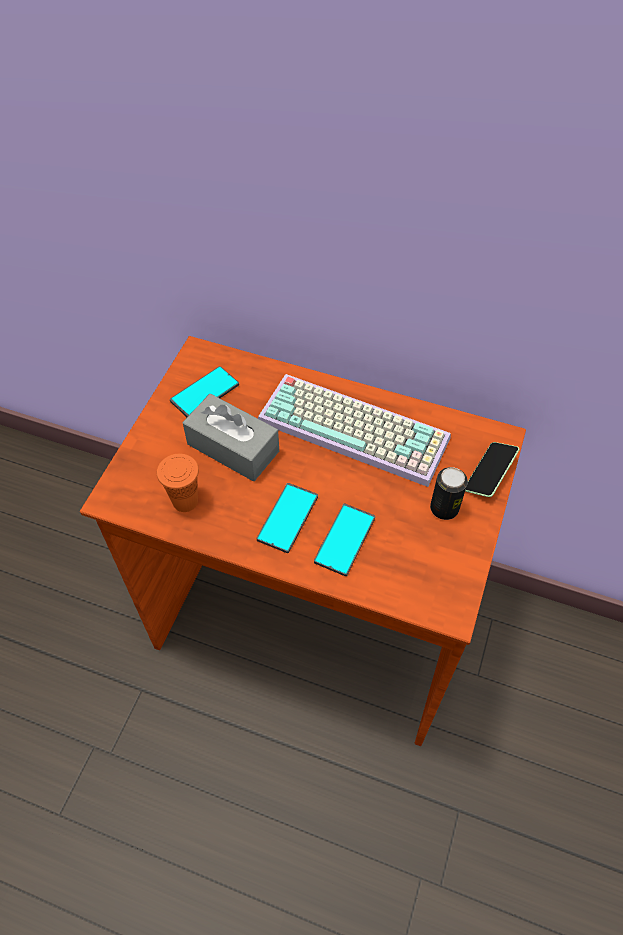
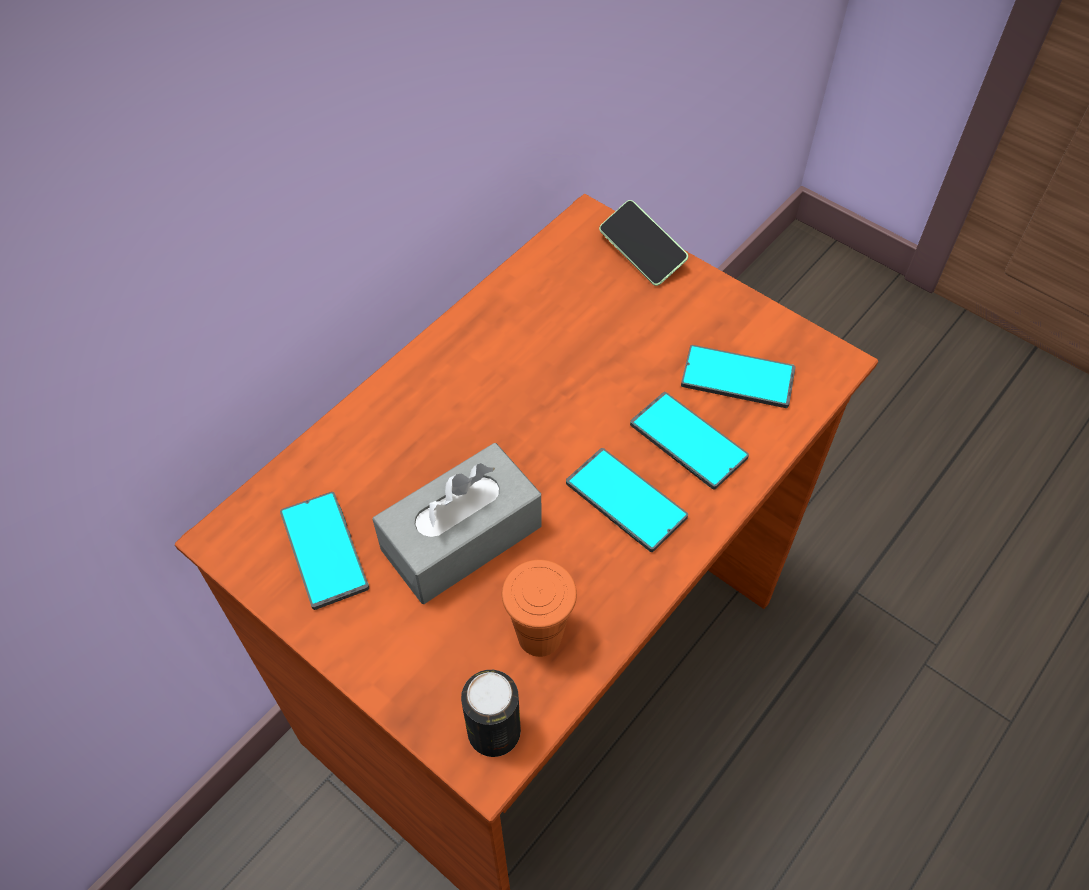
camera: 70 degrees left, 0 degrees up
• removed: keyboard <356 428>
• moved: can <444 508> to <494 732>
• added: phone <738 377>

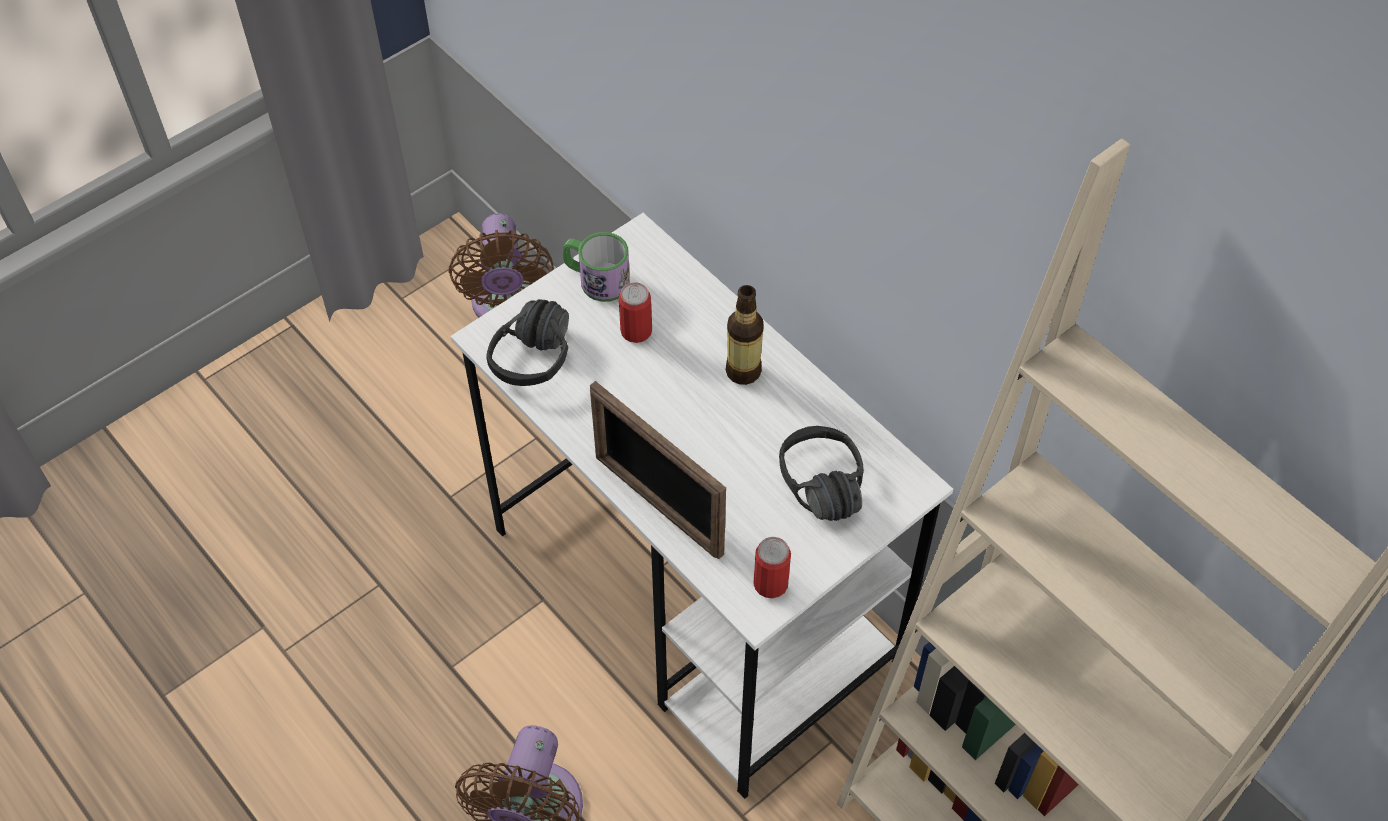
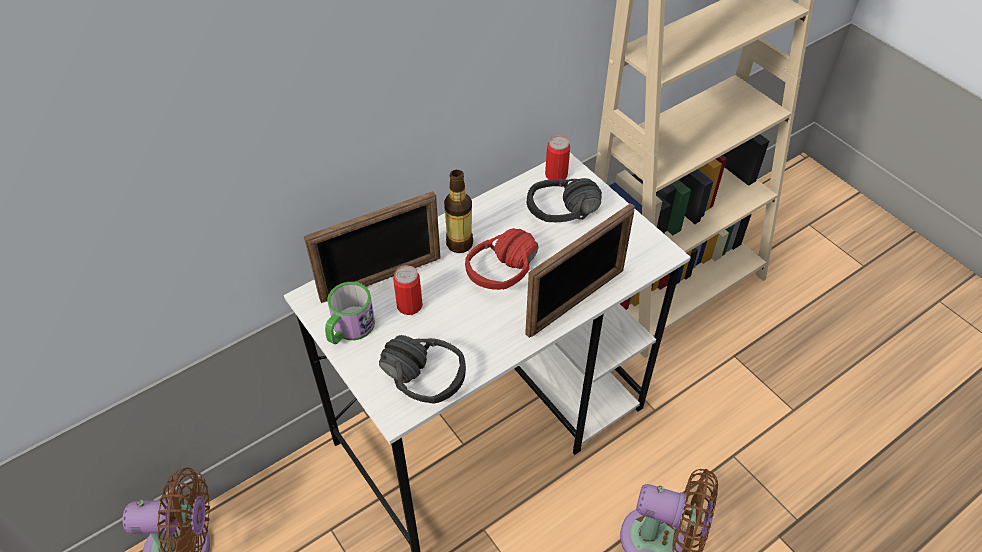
camera: 85 degrees left, 5 degrees down
• moved: can <770 583> to <556 175>
• added: picture frame <381 279>
• added: red headphones <512 276>

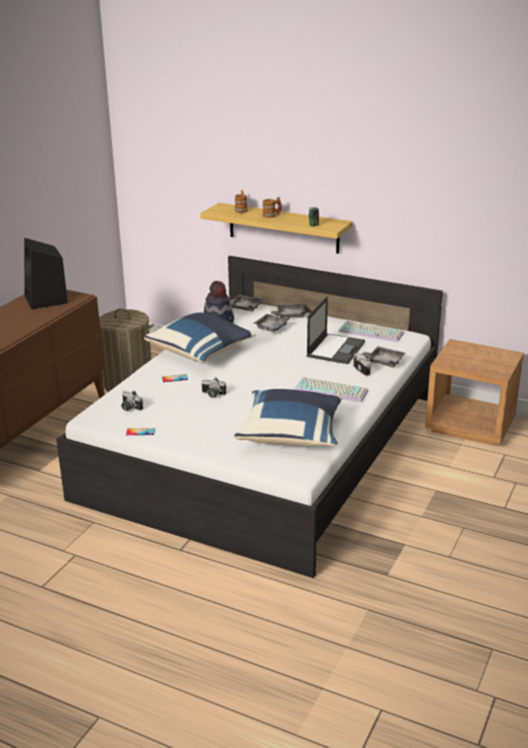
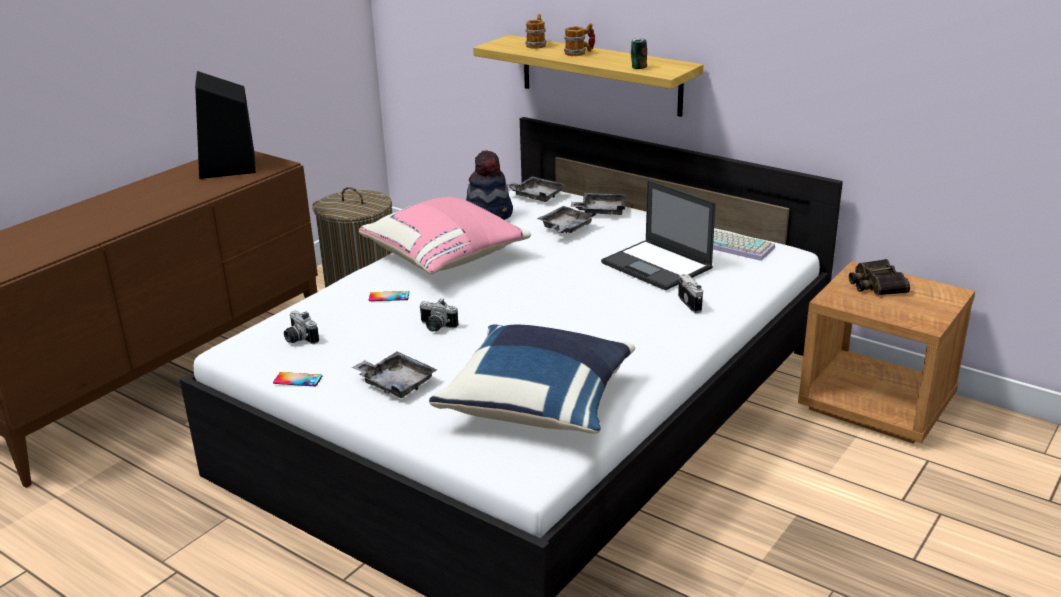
camera: 10 degrees right, 0 degrees up
• turned: laptop <336 349> = <657 266> 105 degrees clockwise
• recoloured: blue pillow <201 352> to pink pillow <446 258>
• moved: grey tray <383 361> to <396 383>
• removed: keyboard <332 390>
• added: binoculars <875 284>

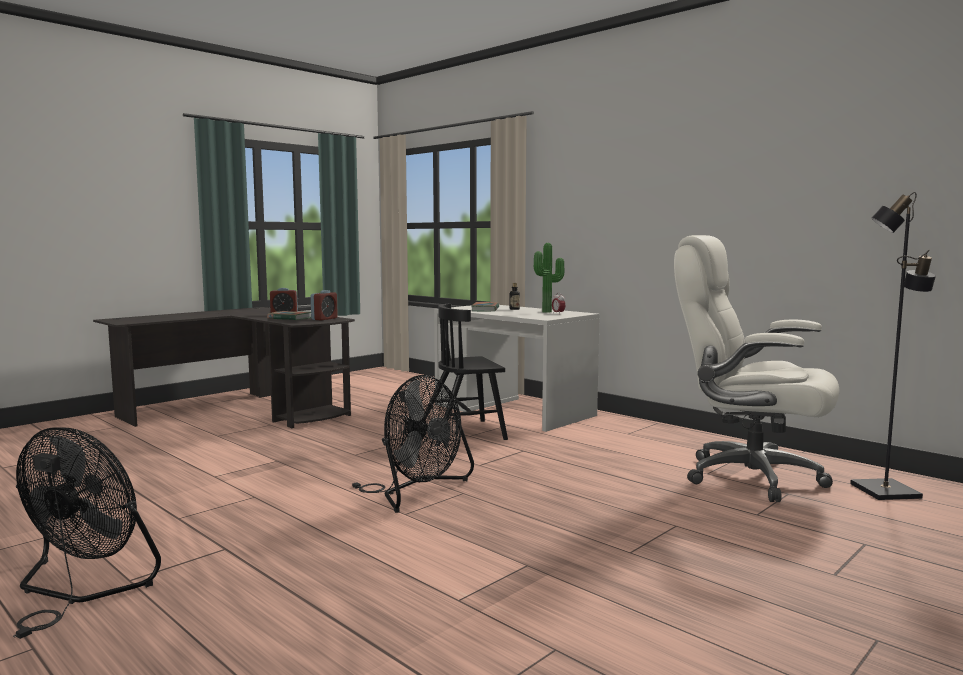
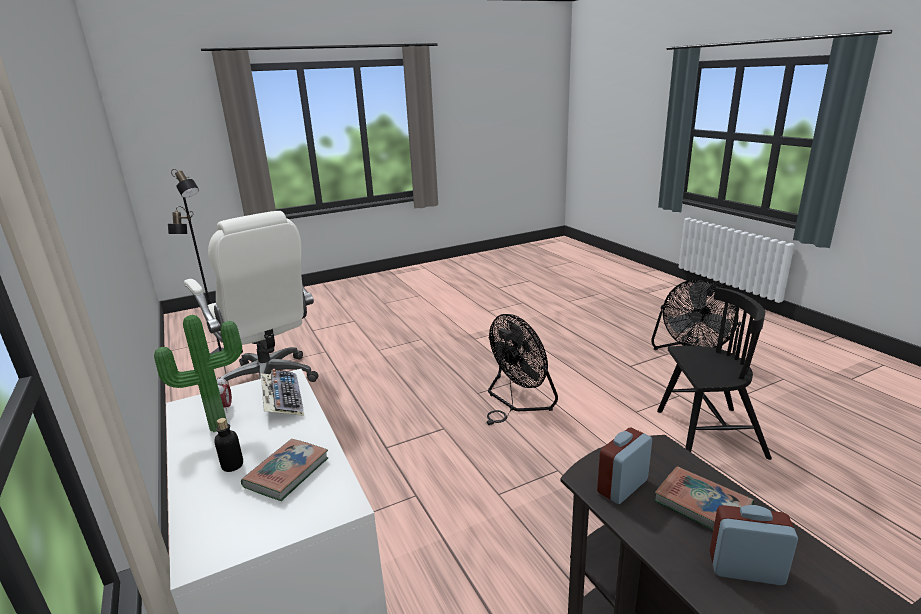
camera: 160 degrees left, 15 degrees up
• moved: black chair <466 432> to <704 433>
• turned: black fan <413 492> = <512 399> 90 degrees clockwise
• added: keyboard <282 399>

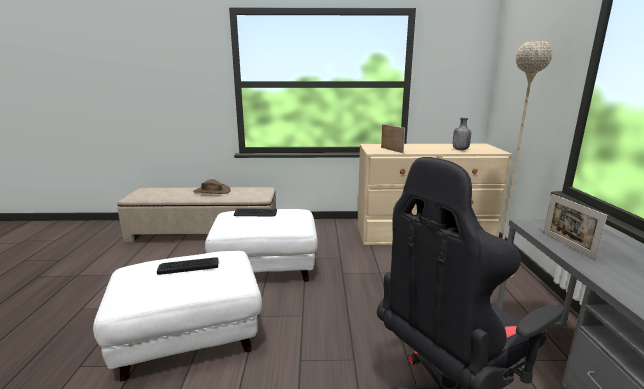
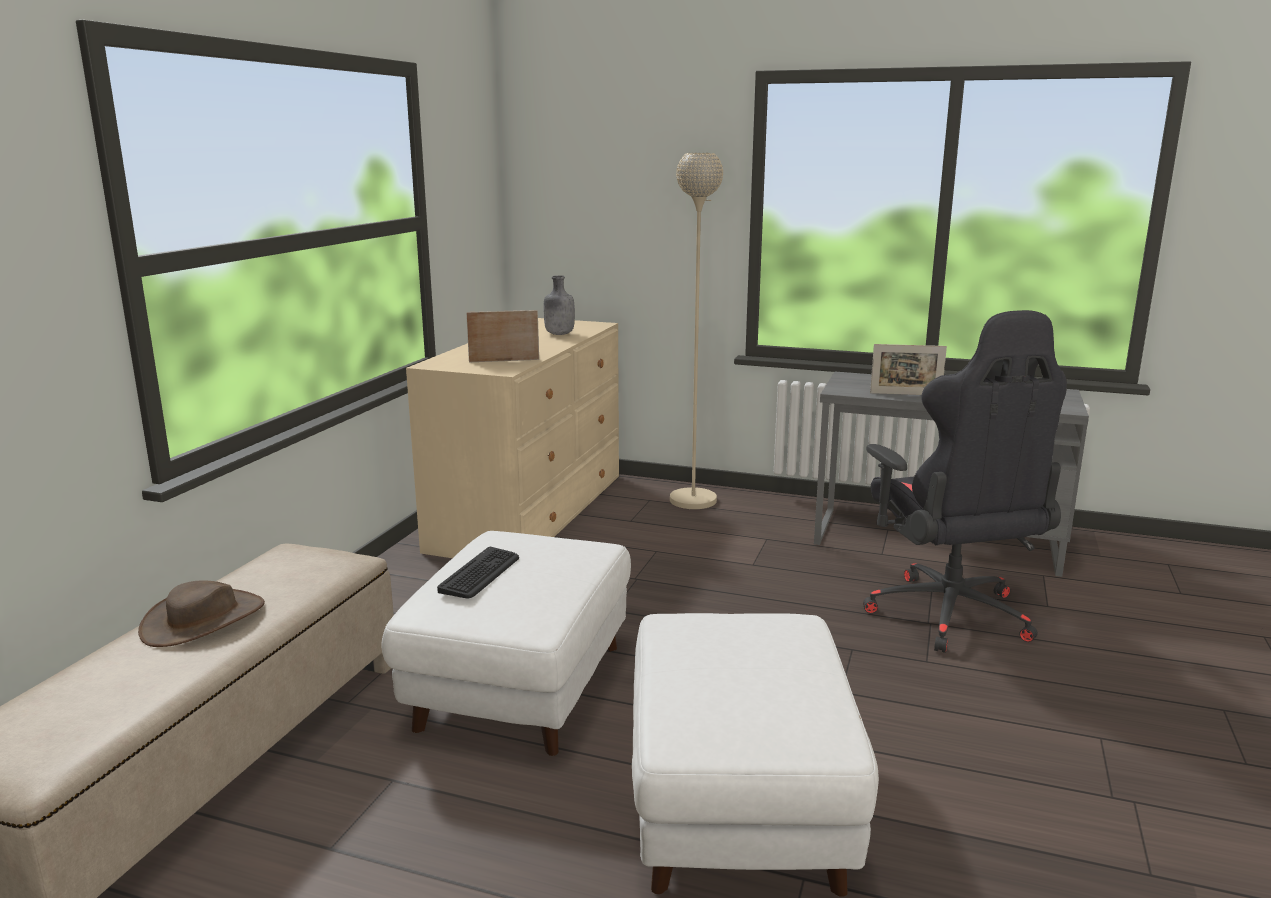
camera: 70 degrees left, 0 degrees up
• removed: keyboard <189 266>

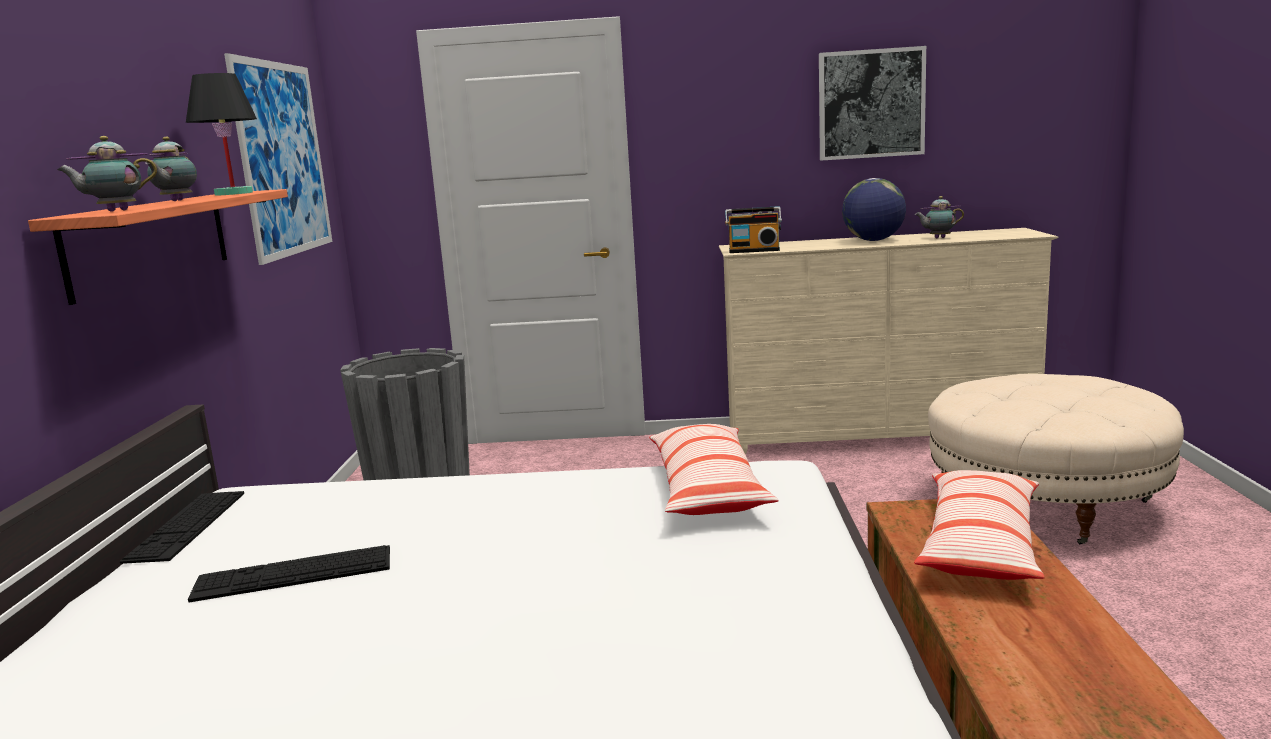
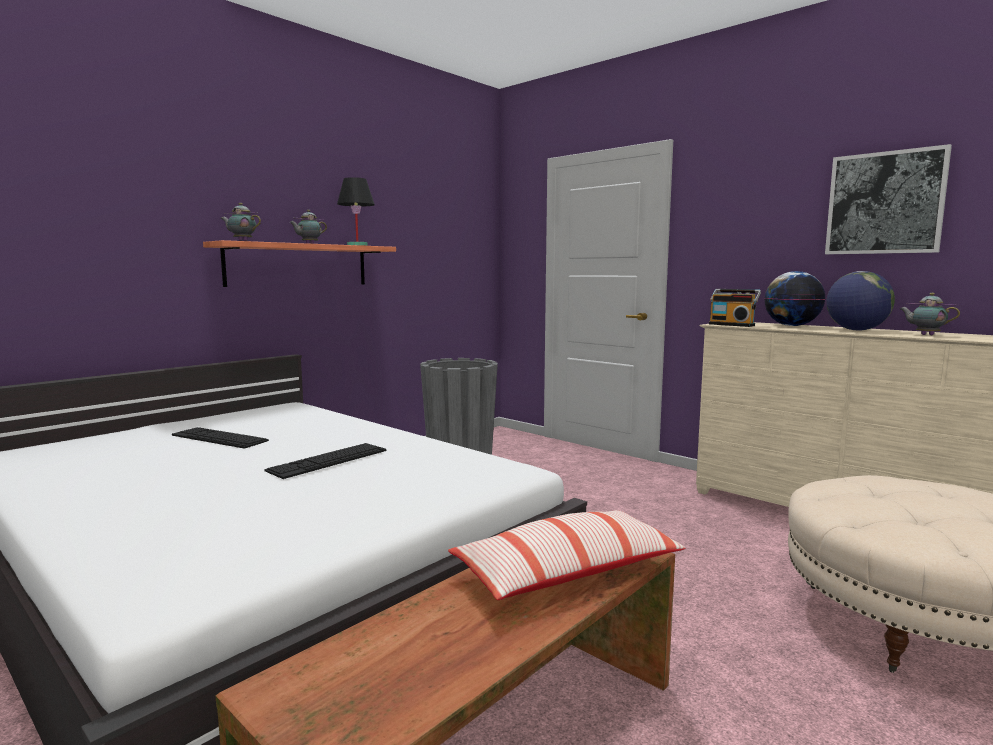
camera: 40 degrees right, 5 degrees down
• removed: picture <283 159>
• removed: pillow <707 488>
• moved: keyboard <187 525> to <328 460>
• added: globe <792 326>

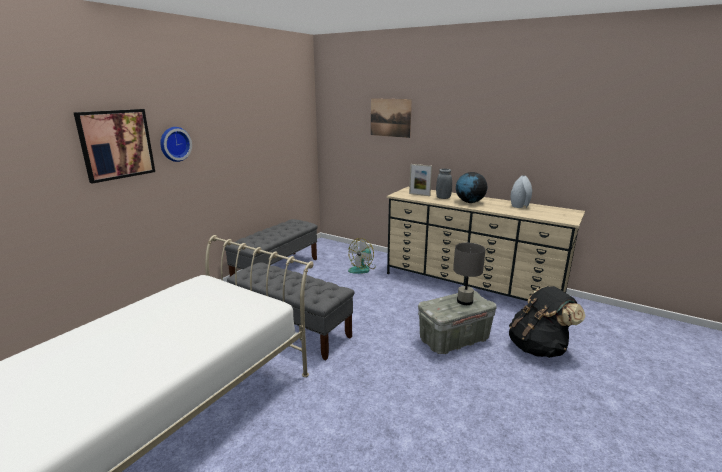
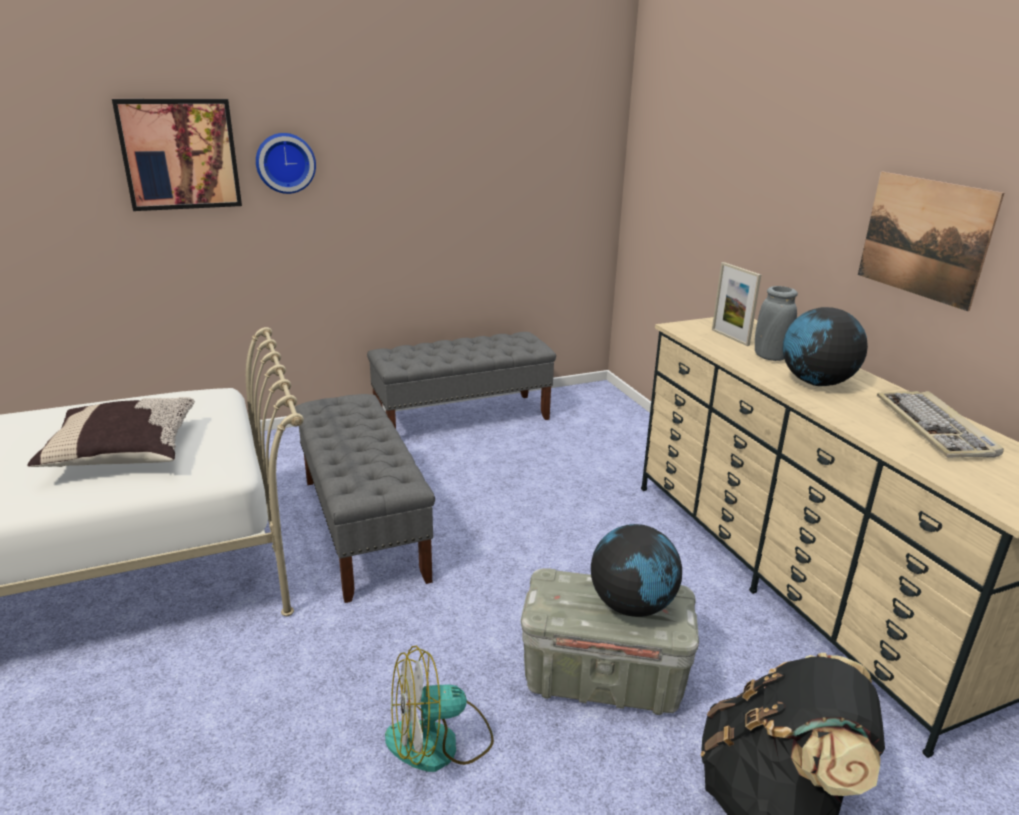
camera: 35 degrees right, 5 degrees up
• moved: picture <390 117> to <924 238>
• replaced: grey vase <520 206> to keyboard <935 428>
• moved: fan <362 268> to <439 741>
• replaced: grey table lamp <464 301> to globe <632 605>
• added: pillow <123 452>

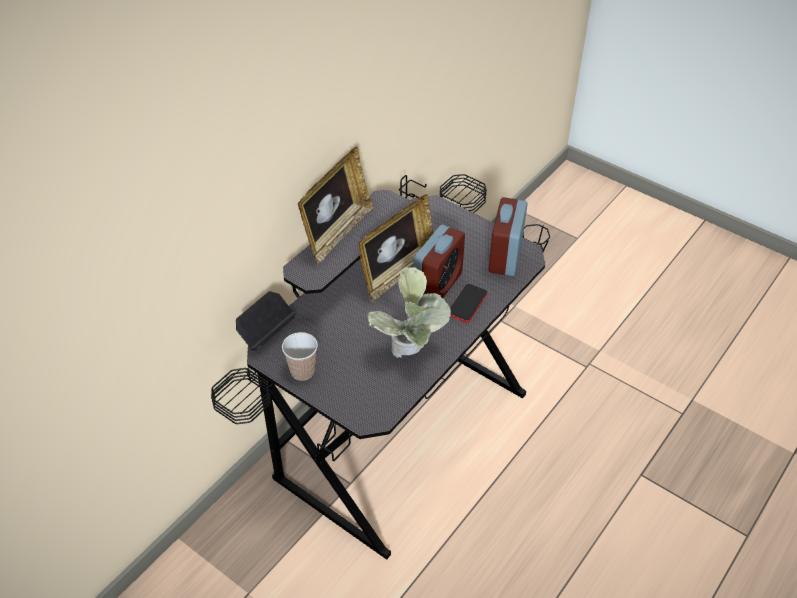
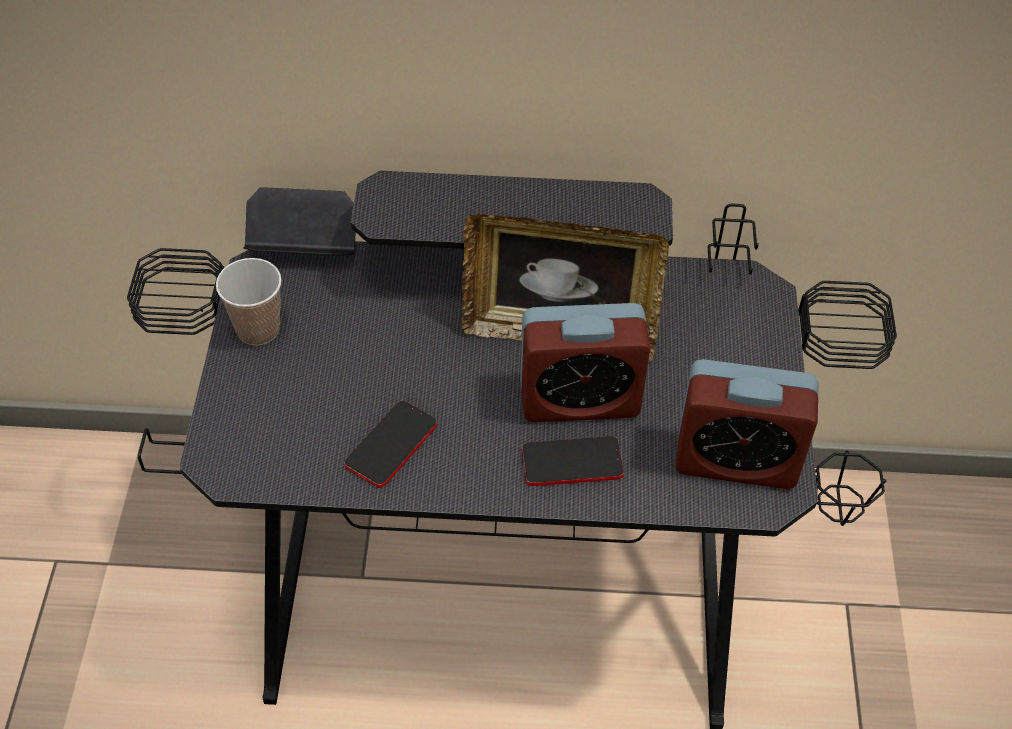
camera: 55 degrees right, 5 degrees up
• removed: picture frame <336 233>
• turned: alarm clock <505 257> = <736 460> 150 degrees counterclockwise
• replaced: potted plant <410 355> to phone <391 445>

